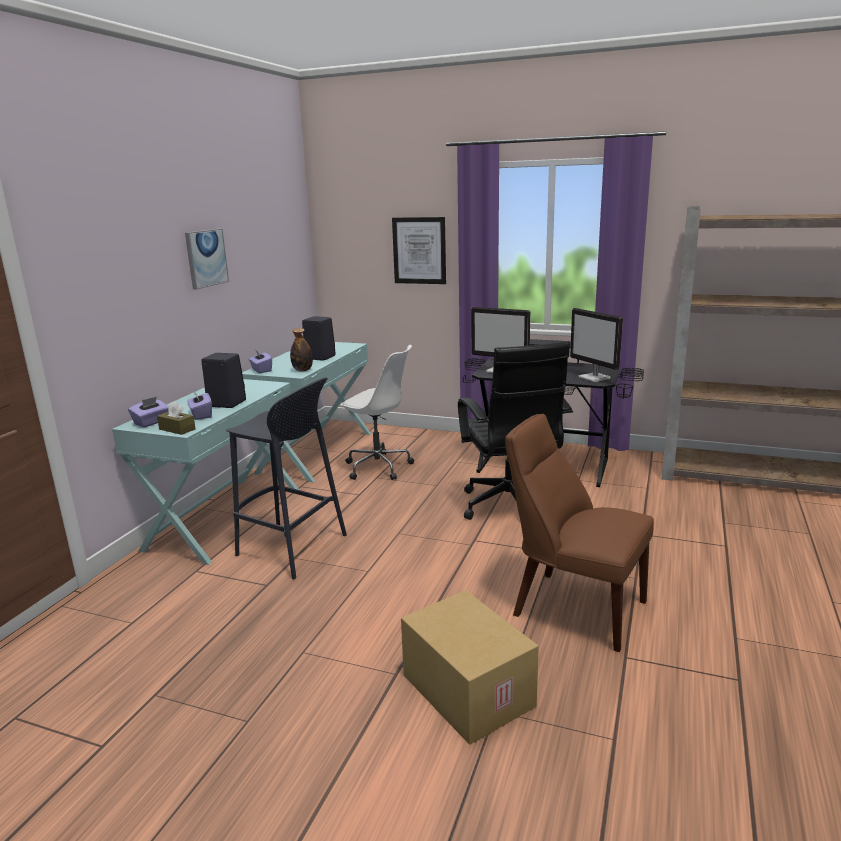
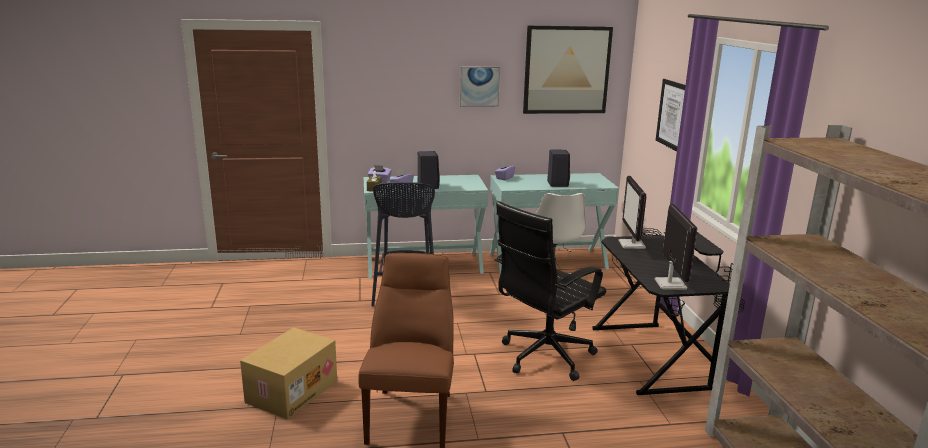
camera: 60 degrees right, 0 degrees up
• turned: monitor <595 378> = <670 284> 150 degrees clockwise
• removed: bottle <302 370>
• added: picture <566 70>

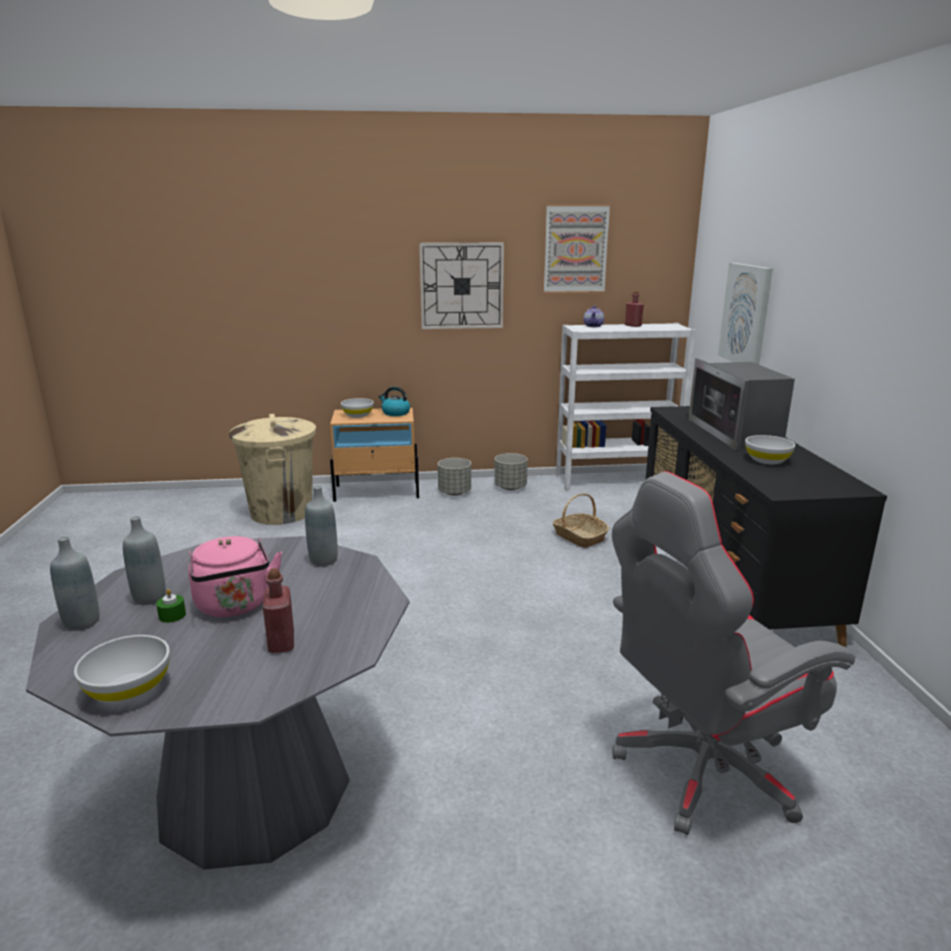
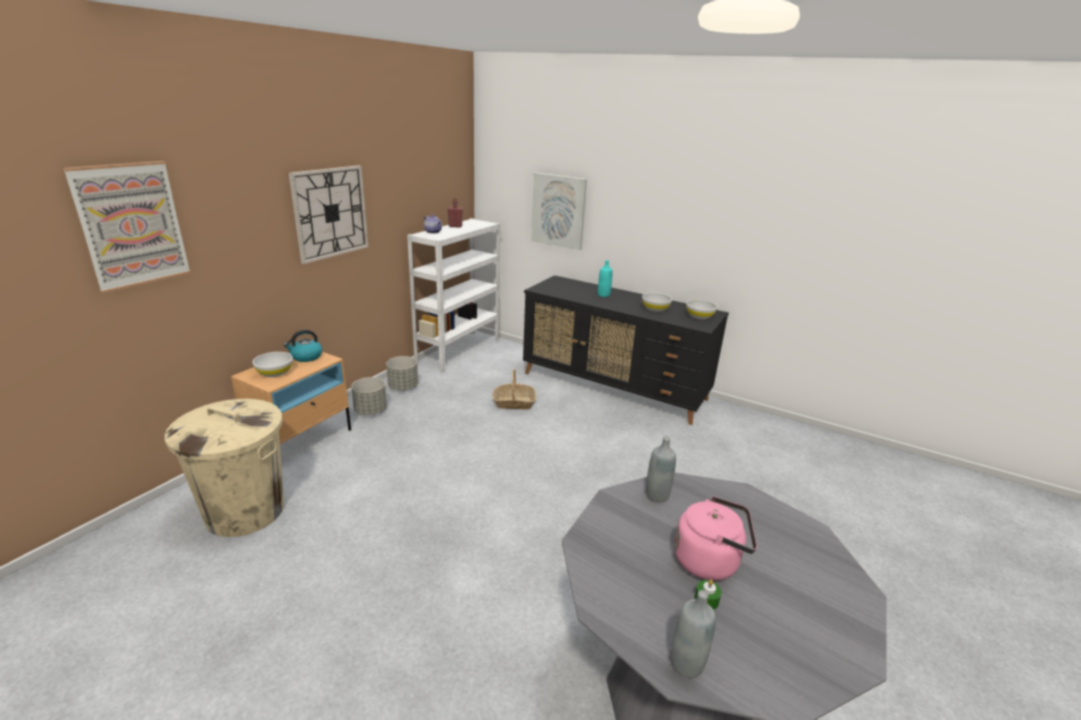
camera: 55 degrees left, 5 degrees up
• moved: picture <575 249> to <132 225>
• replaced: microwave <736 432> to turquoise bottle <603 295>
• removed: grey office chair <705 767>
• removed: grey bottle <149 598>
• removed: red bottle <281 643>
• moved: white bowl <129 689> to <699 316>

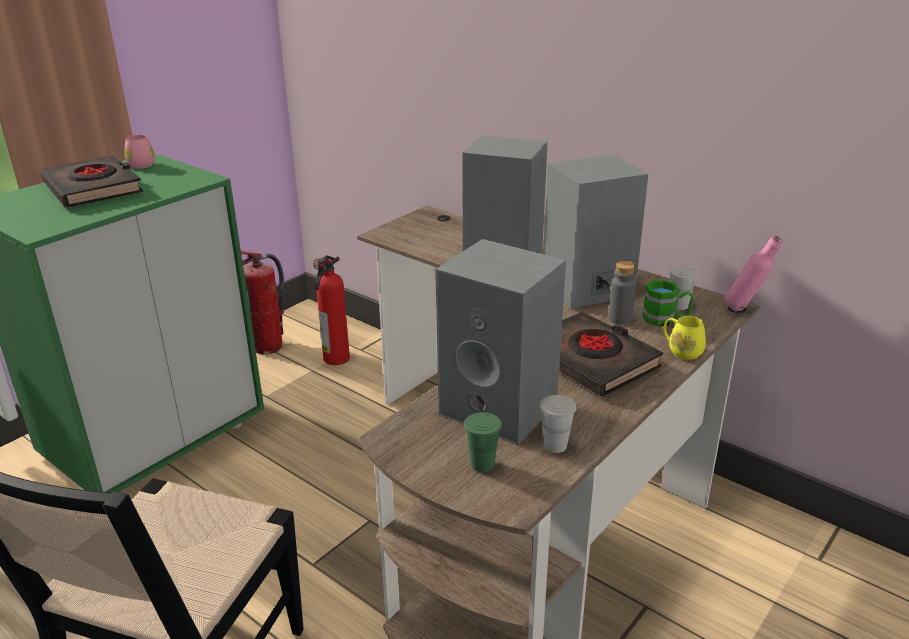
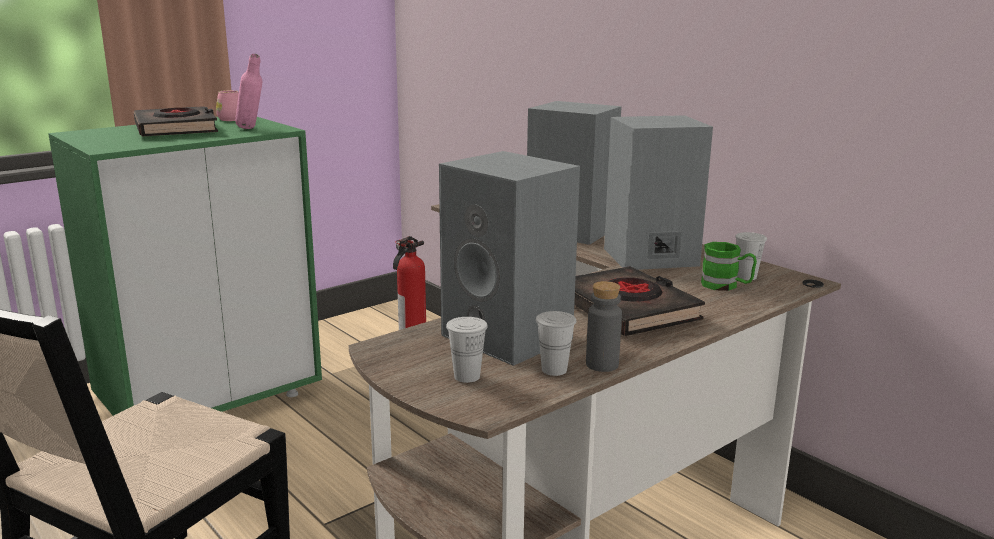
camera: 10 degrees right, 10 degrees down
• moved: pink bottle <745 310> to <252 129>
• removed: fire extinguisher <268 346>
• moved: grey bottle <620 319> to <602 365>
• removed: yellow mug <681 351>
• recoloured: green cup <482 464> to white cup <467 376>

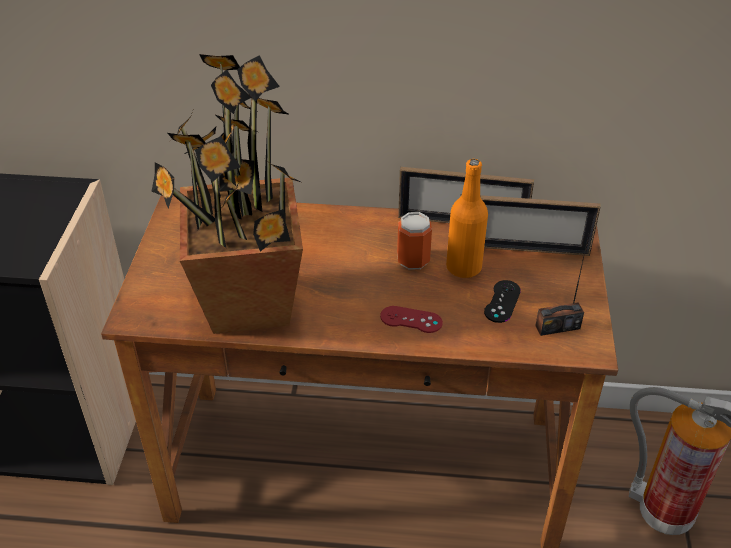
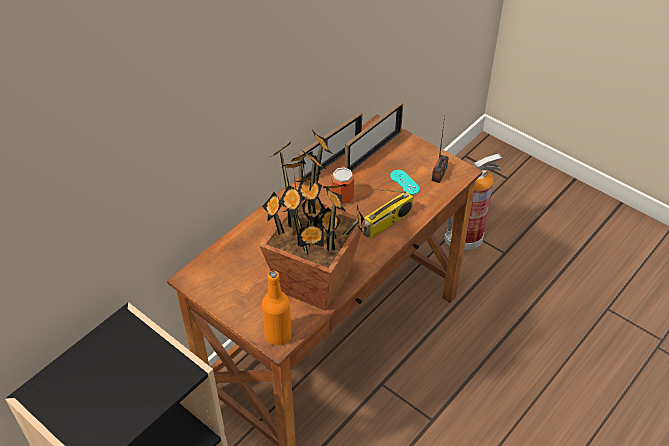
camera: 55 degrees left, 5 degrees up
• moved: orange bottle <463 267> to <278 335>
• recoloured: black game controller <502 301> to turquoise game controller <404 182>
• replaced: red game controller <411 320> to radio <387 223>

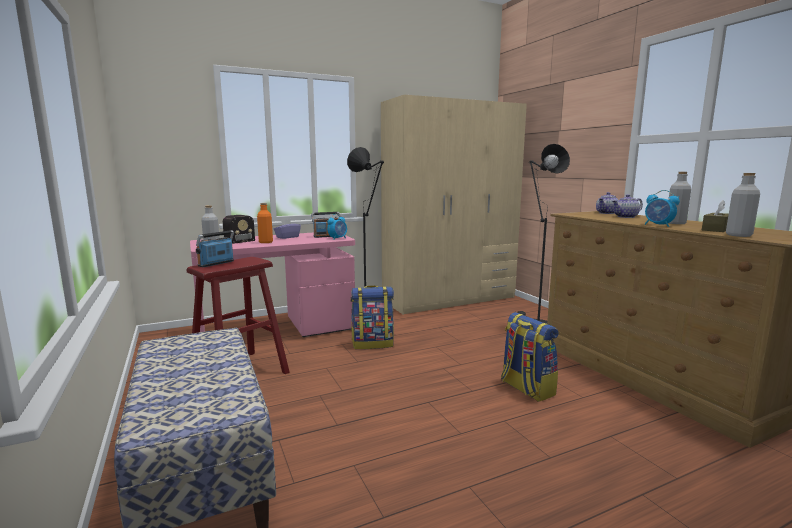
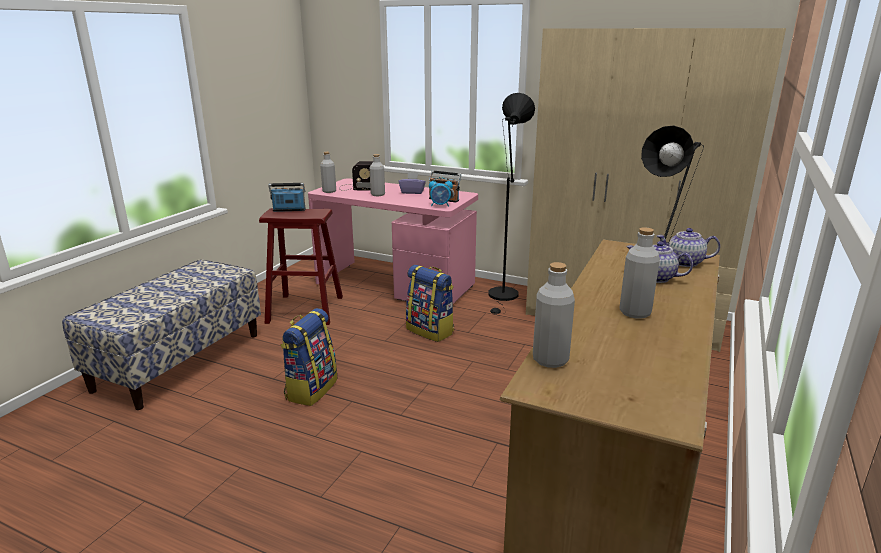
camera: 50 degrees right, 10 degrees up
• removed: alarm clock <658 225>
• removed: brown tissue box <716 229>
• recoloured: orange bottle <266 242> to grey bottle <377 194>
• moved: backpack <526 388> to <311 389>

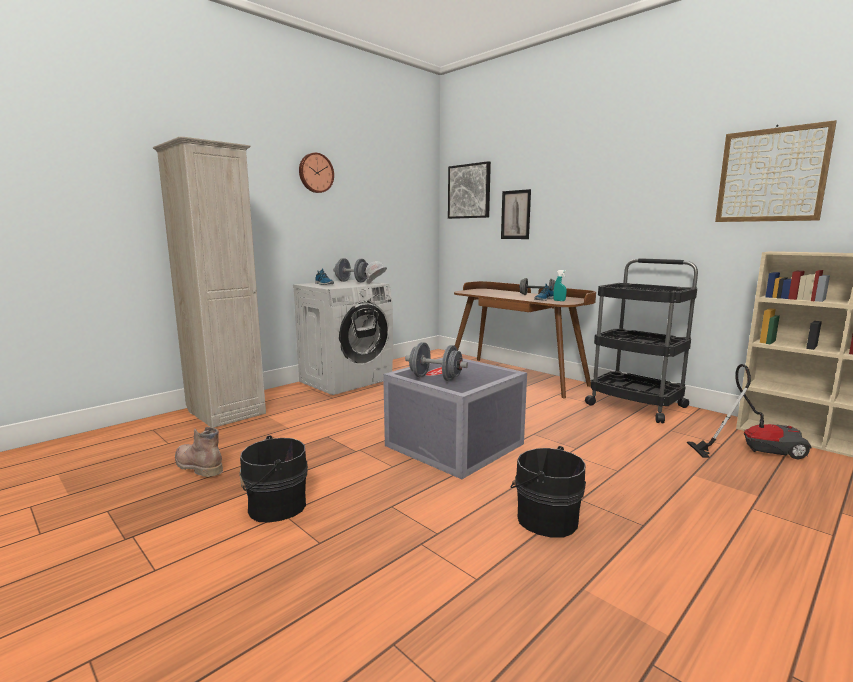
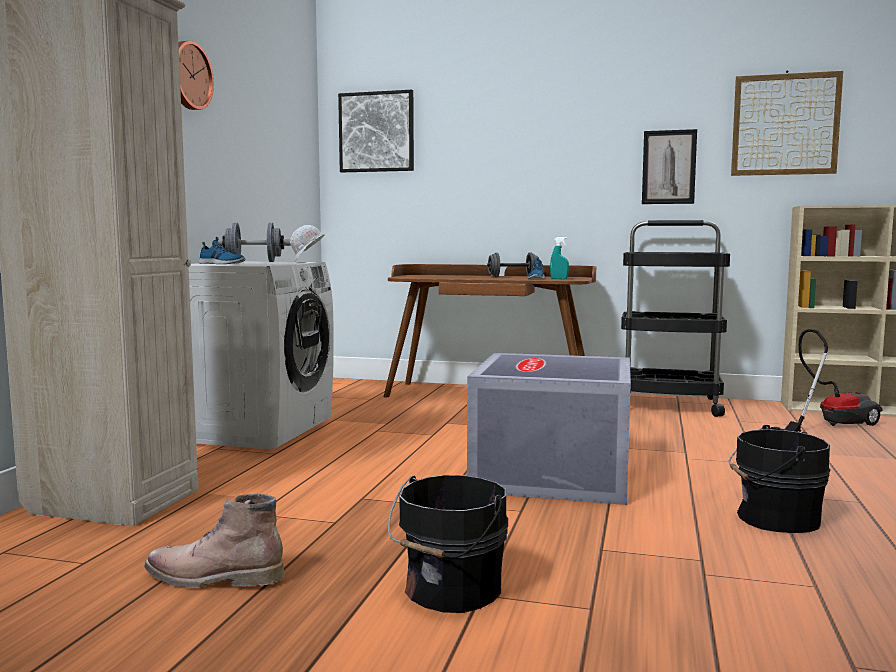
camera: 30 degrees left, 5 degrees down
• moved: picture <515 214> to <669 167>
• removed: grey dumbbell <435 378>

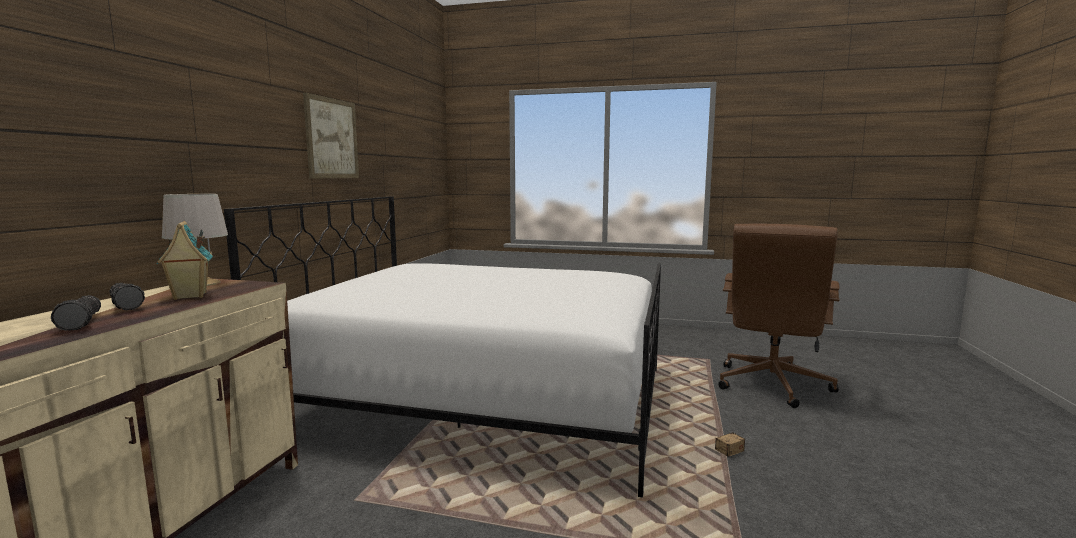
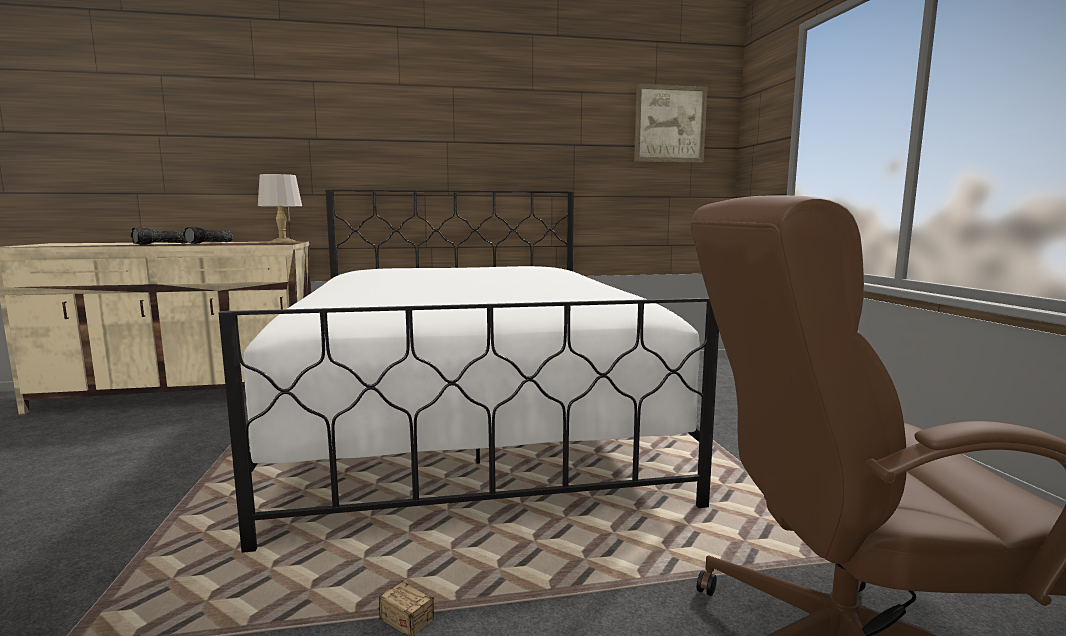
camera: 65 degrees right, 0 degrees up
• moved: picture <332 138> to <670 124>
• removed: toy house <189 296>

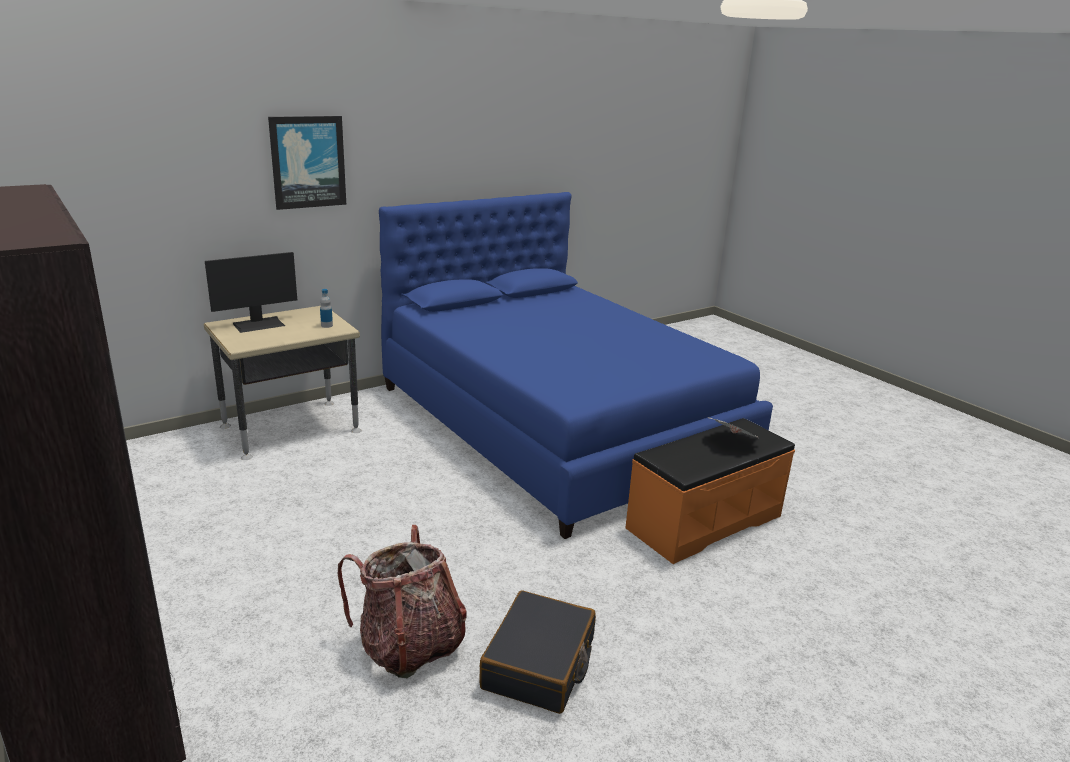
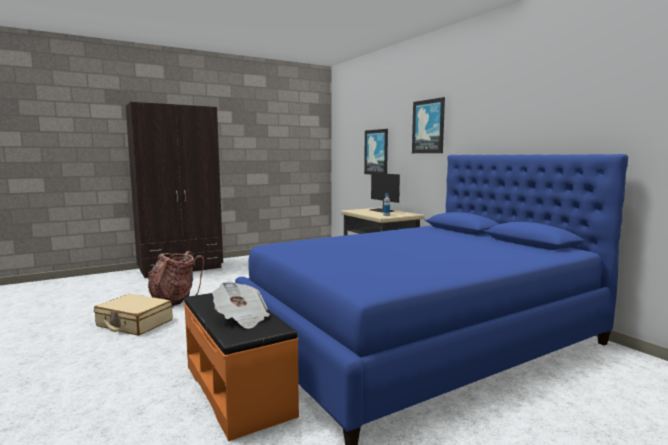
camera: 95 degrees right, 15 degrees down
• recoloured: black suitcase <539 664> to beige suitcase <134 323>
• added: picture <376 152>

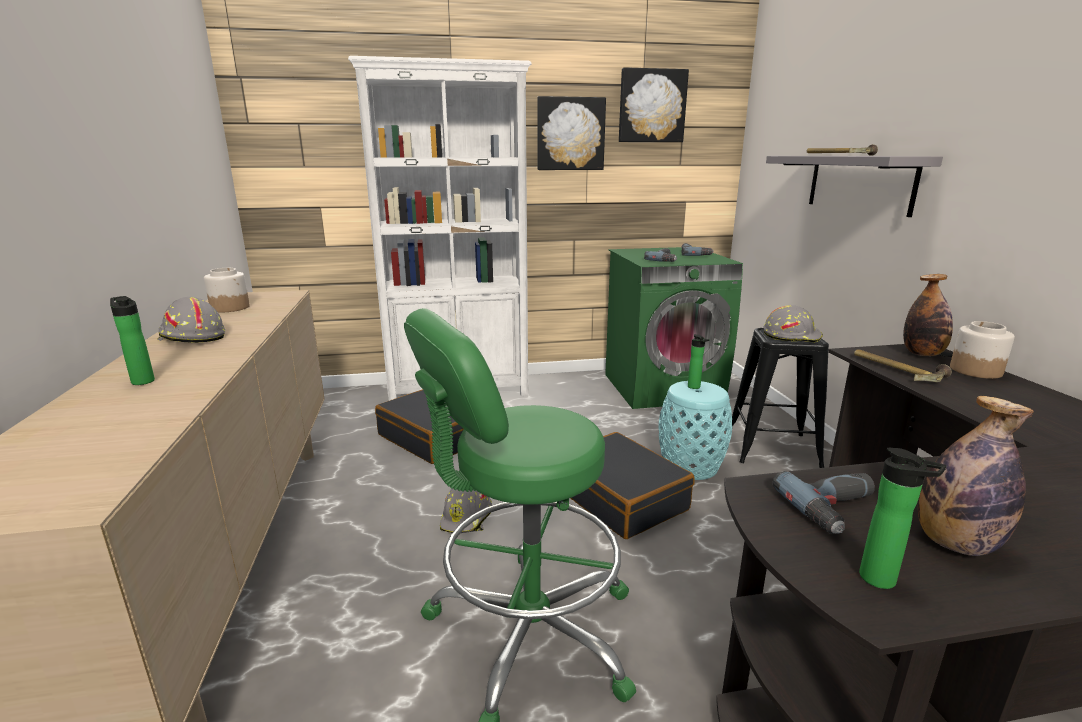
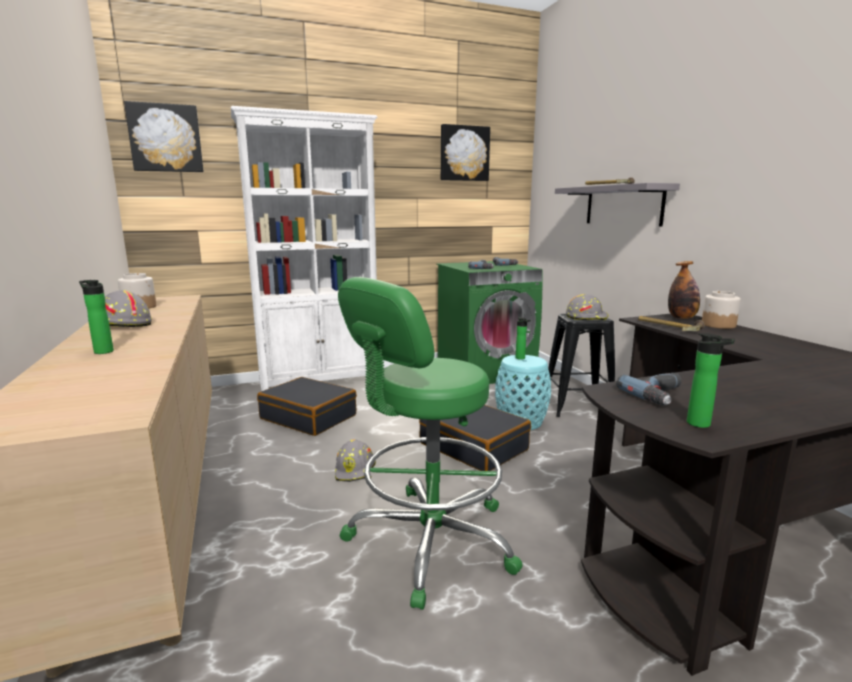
camera: 10 degrees left, 5 degrees down
• moved: picture <570 134> to <165 138>
• removed: bottle <955 544>

